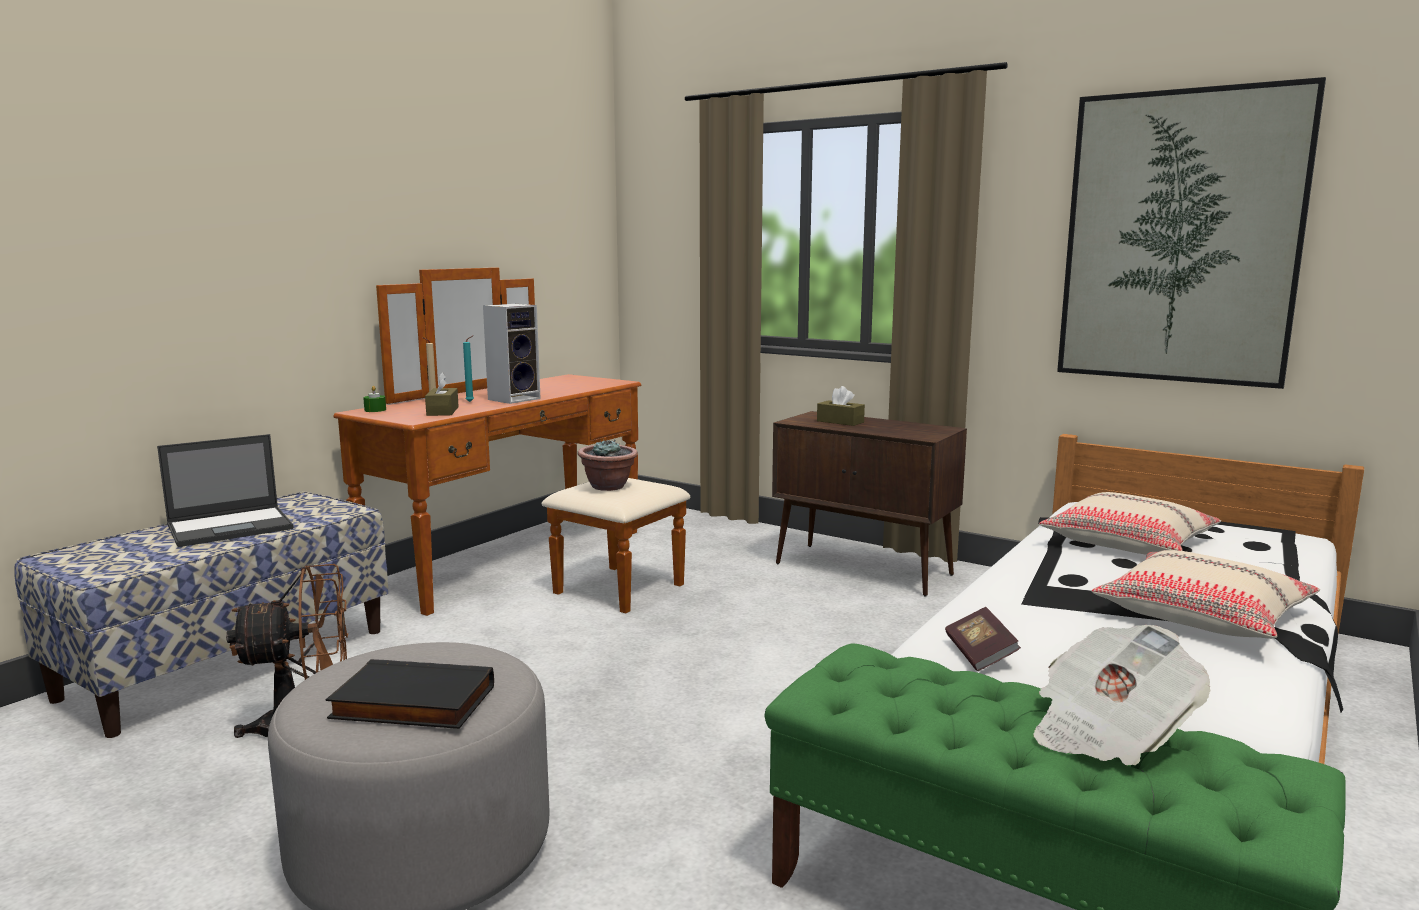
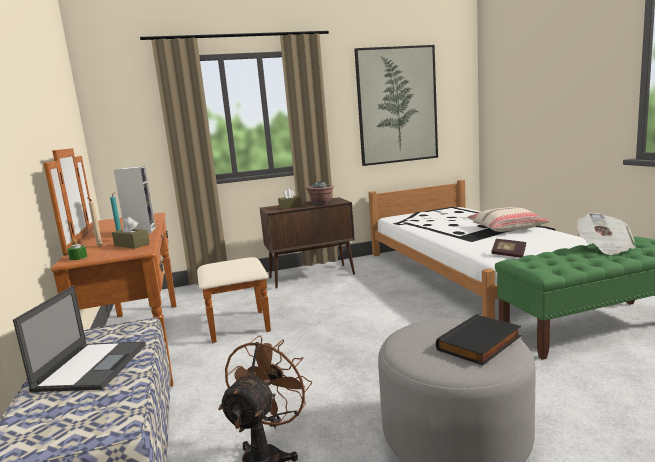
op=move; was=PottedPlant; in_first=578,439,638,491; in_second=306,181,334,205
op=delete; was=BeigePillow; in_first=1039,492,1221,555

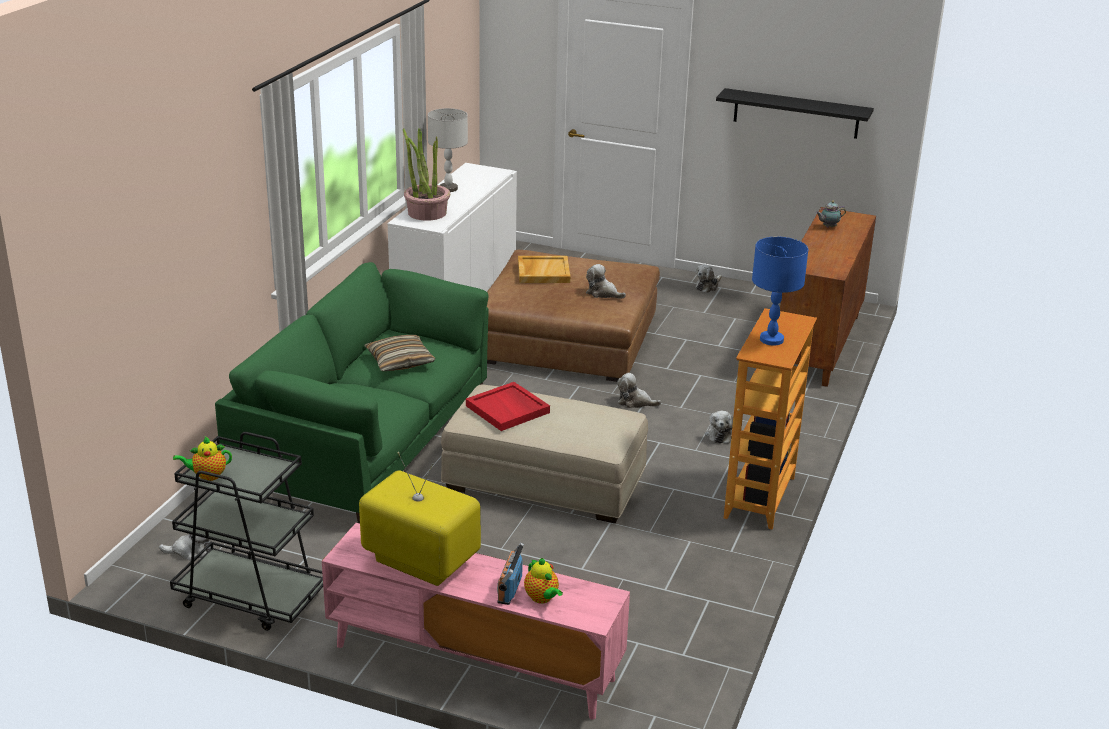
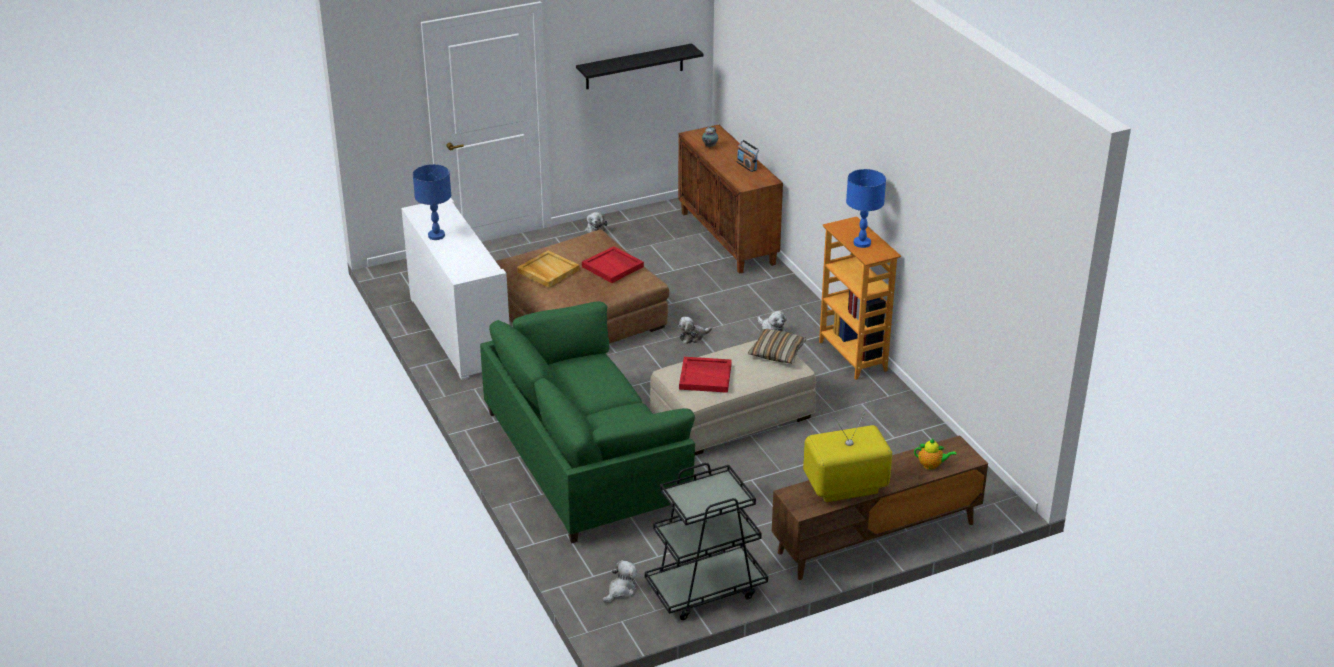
op=recolor; was=GreyTableLamp; now=BlueTableLamp; in_first=428,108,468,192; in_second=413,164,451,240
op=delete; was=PottedPlant; in_first=403,128,450,221
op=replace; was=PlushToy; now=RedTray; in_first=586,264,626,299; in_second=582,246,644,283
op=move; was=Pillow; in_first=364,335,436,371; in_second=748,329,806,364
op=delete; was=Teapot; in_first=173,437,232,481
op=recolor; was=PinkTvStand; now=BrownTvStand; in_first=322,523,630,720; in_second=772,435,988,580
op=move; was=Radio; in_first=497,543,524,605; in_second=737,139,759,172

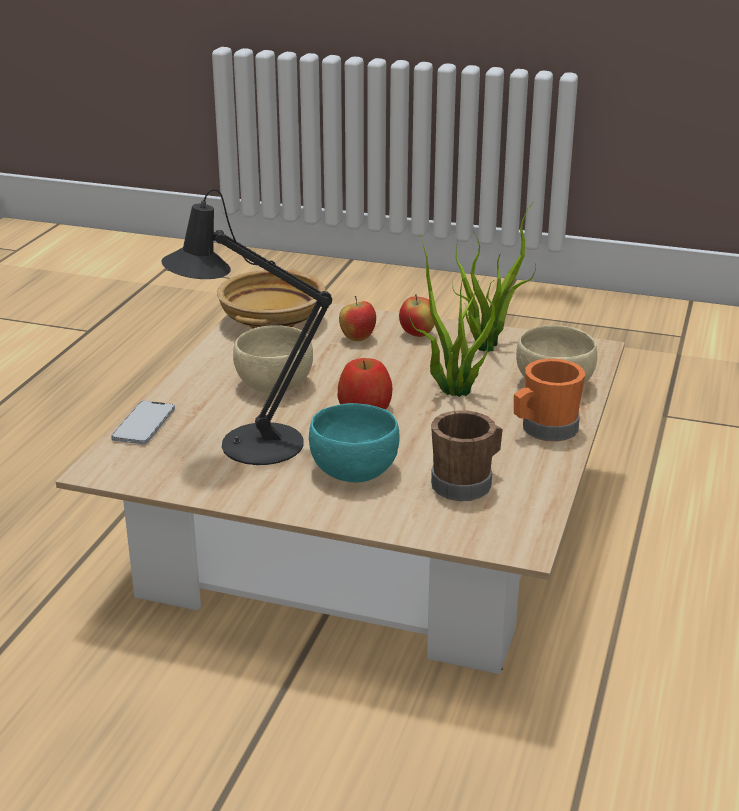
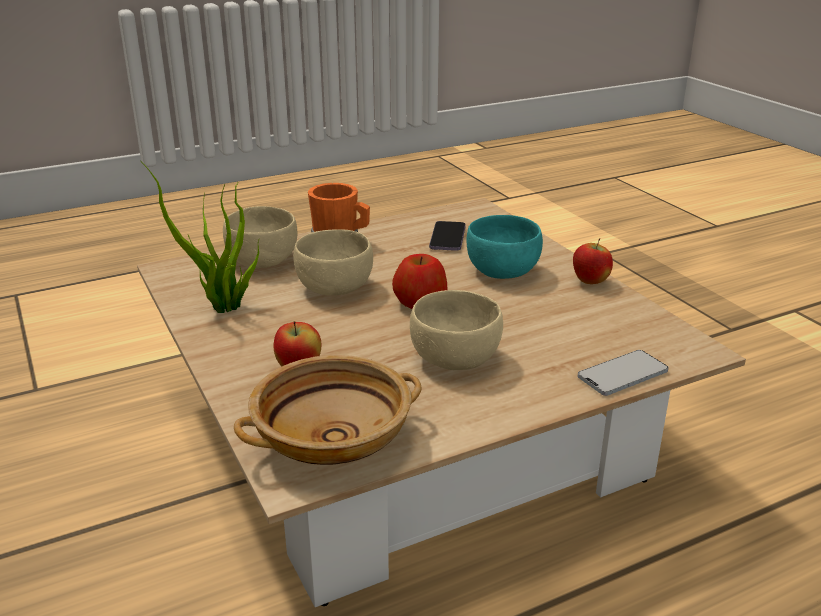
op=delete; was=BlackTableLamp; in_first=162,189,332,465
op=replace; was=PottedPlant; now=BeigeBowl; in_first=408,234,495,397; in_second=293,229,373,296
op=move; was=Apple; in_first=399,294,435,337; in_second=573,238,613,284
op=replace; was=BrownMug; now=Phone; in_first=431,410,503,501; in_second=429,221,466,251

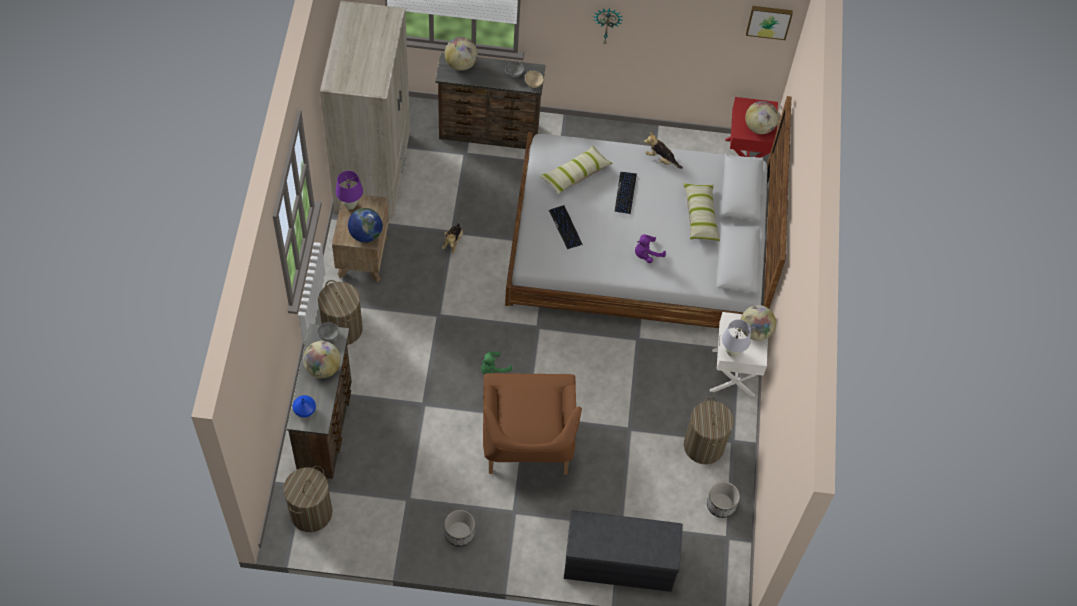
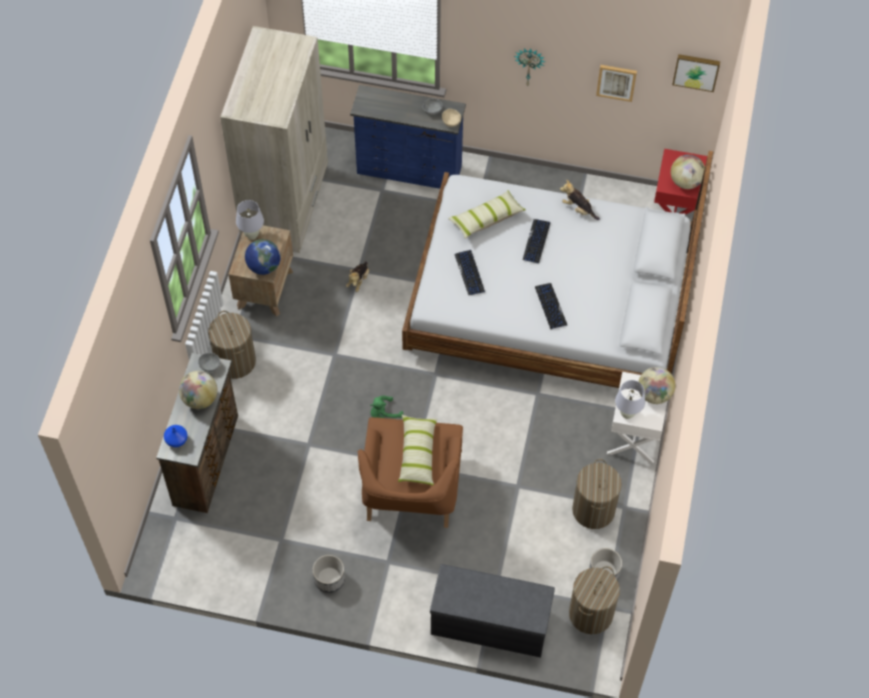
op=delete; was=Globe; in_first=445,37,478,71
op=recolor; was=BrownDresser; now=BlueDresser; in_first=435,53,546,149; in_second=350,85,466,189
op=recolor; was=PurpleTableLamp; now=WhiteTableLamp; in_first=335,171,363,209; in_second=236,200,264,240
op=move; was=Pillow; in_first=682,182,720,241; in_second=398,415,437,486
op=replace; was=PurplePlushToy; now=Keyboard; in_first=635,234,666,263; in_second=535,283,568,329
op=move; was=LaundryBasket; in_first=283,466,332,532; in_second=569,566,620,634
op=insert; now=Picture; in_second=596,65,637,102

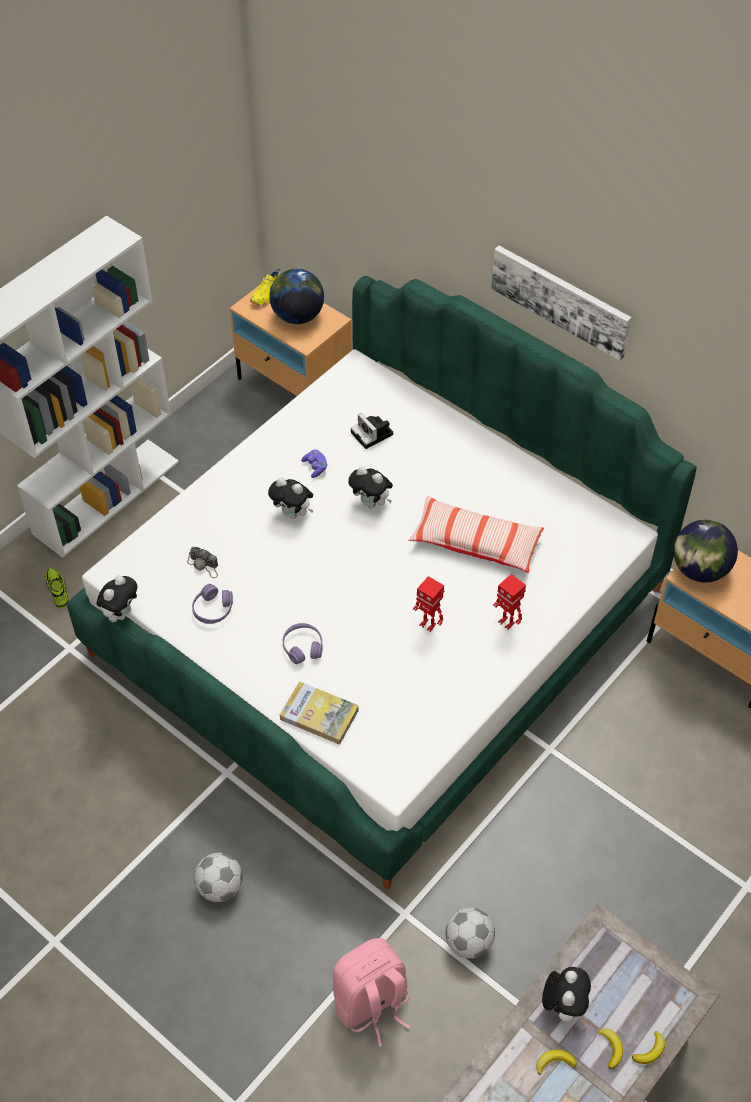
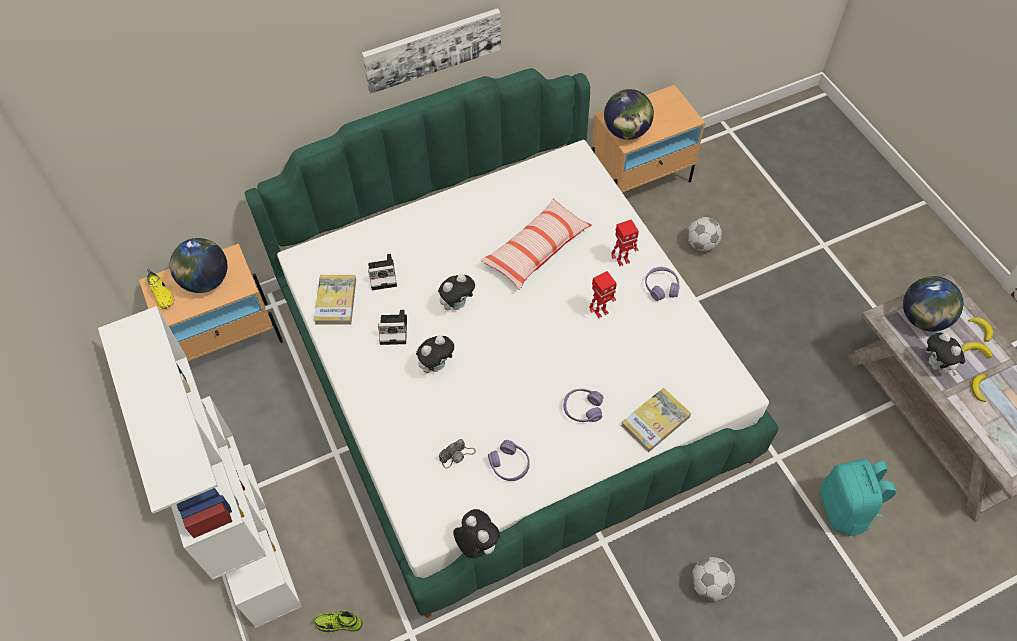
op=replace; was=PurpleGameController; now=PhotoCamera; in_first=301,449,328,478; in_second=378,310,407,345
op=move; was=Football; in_first=445,907,495,959; in_second=687,217,722,251
op=recolor; was=PinkBackpack; now=TurquoiseBackpack; in_first=333,938,410,1047; in_second=820,459,896,536
op=rotate; was=PlushToy; in_first=542,967,591,1023; in_second=926,333,965,376; clockwise=-150
op=insert; now=PurpleHeadphones; in_second=645,267,680,301
op=insert; now=Book; in_second=314,275,356,325
op=insert; now=Globe; in_second=903,276,963,331

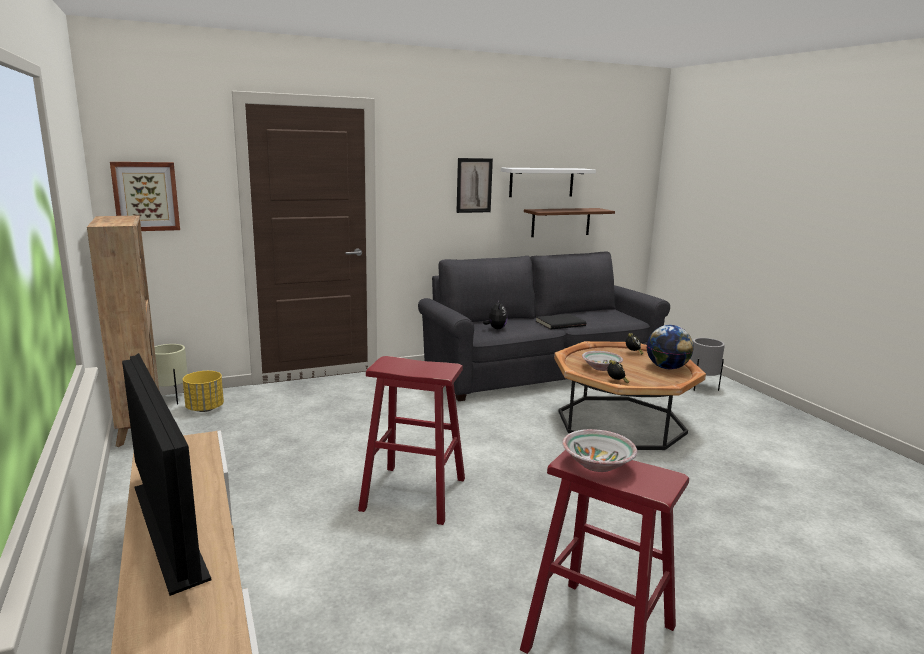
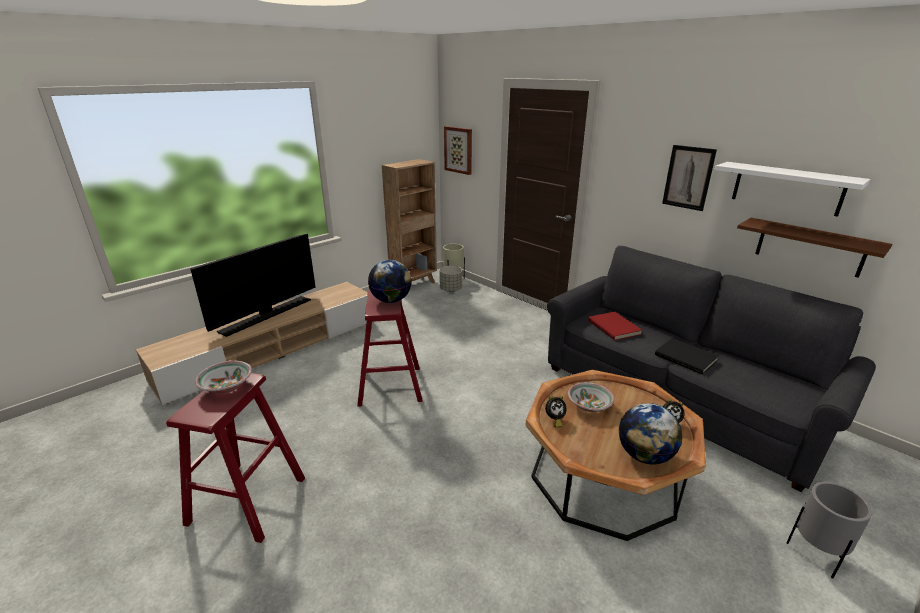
op=replace; was=PlushToy; now=RedBook; in_first=483,300,507,329; in_second=588,312,642,340
op=recolor; was=YellowPlanter; now=GreyPlanter; in_first=183,371,224,412; in_second=439,266,462,292
op=insert; now=Globe; in_second=368,260,412,303

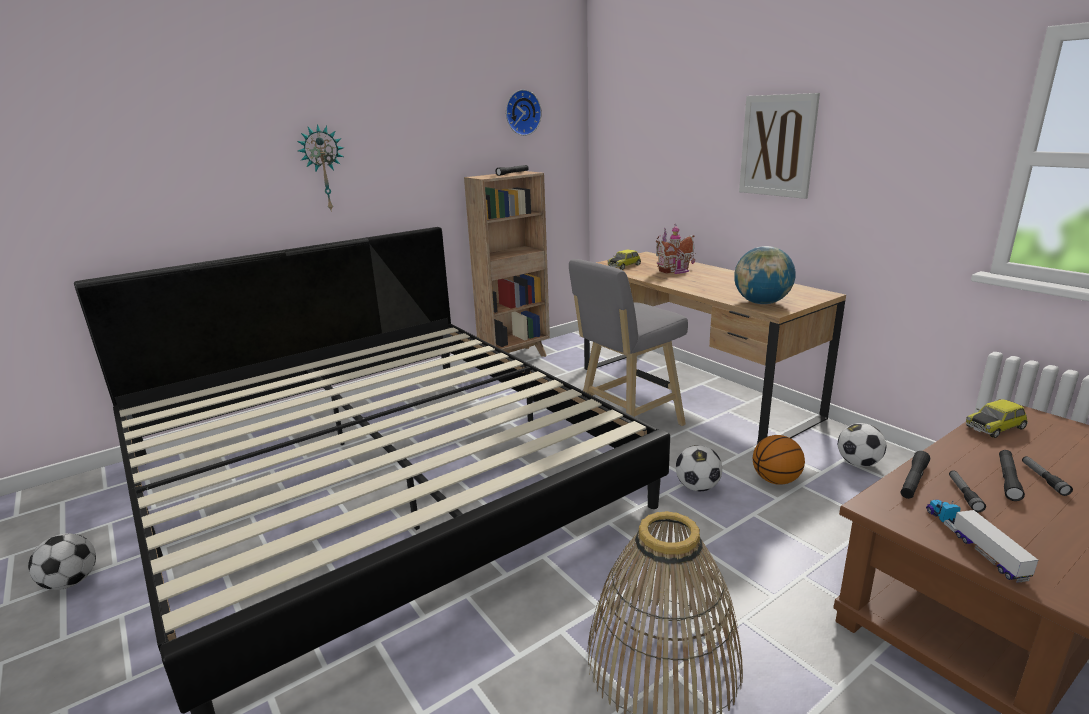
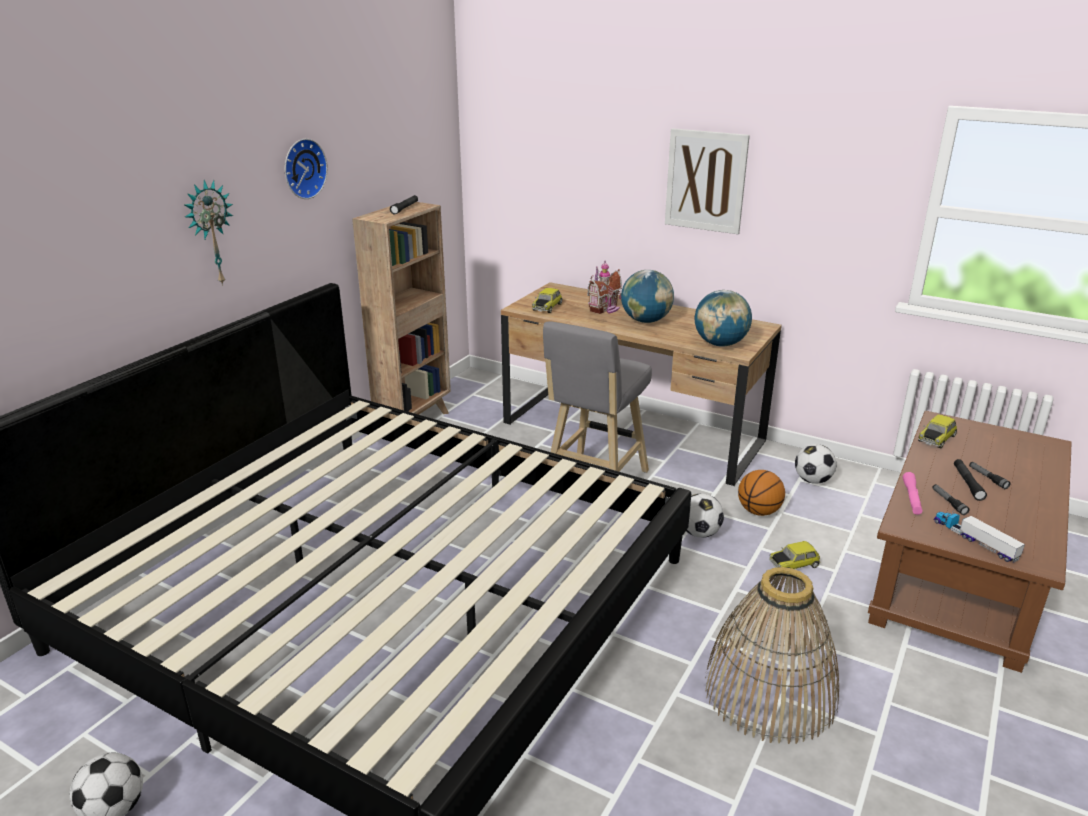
op=move; was=WallClock; in_first=506,89,542,136; in_second=285,138,328,199
op=recolor; was=BlackFlashlight; now=PinkFlashlight; in_first=901,451,930,499; in_second=903,472,923,515
op=insert; now=Globe; in_second=621,270,674,323
op=insert; now=ToyCar; in_second=769,541,821,569

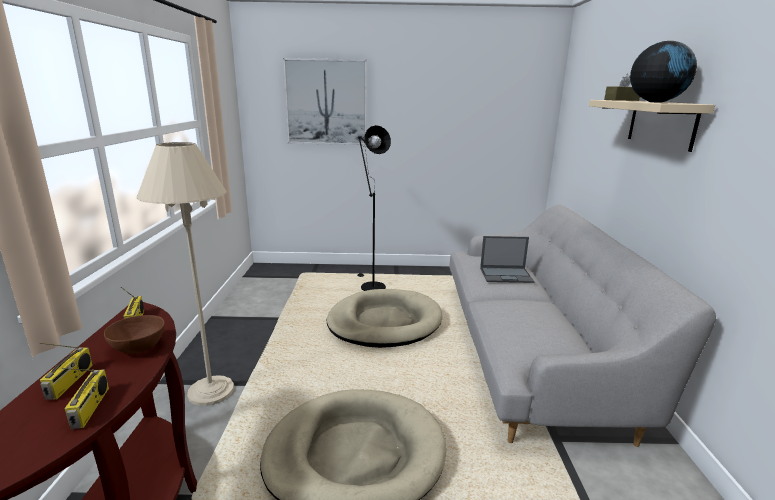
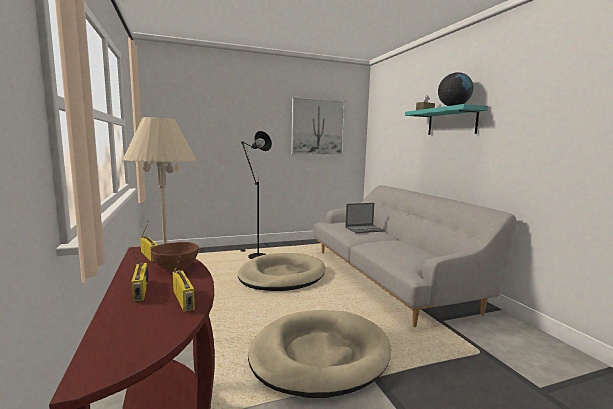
op=move; was=Picture; in_first=283,58,367,145; in_second=291,97,345,156
op=recolor; was=BeigeShelf; now=TurquoiseShelf; in_first=589,100,715,152; in_second=405,104,488,135

